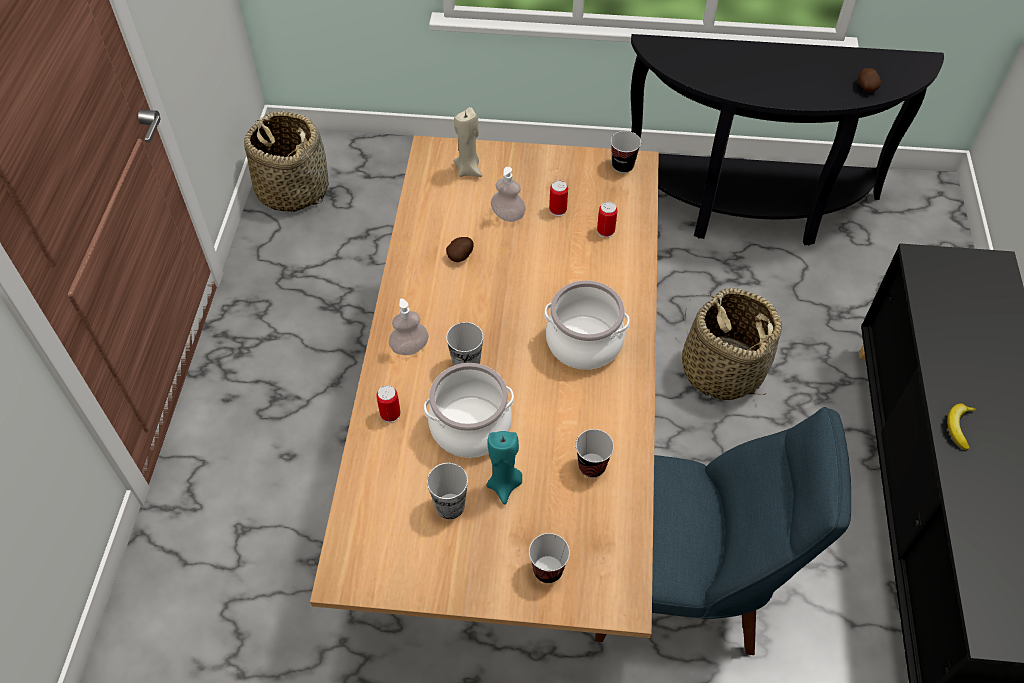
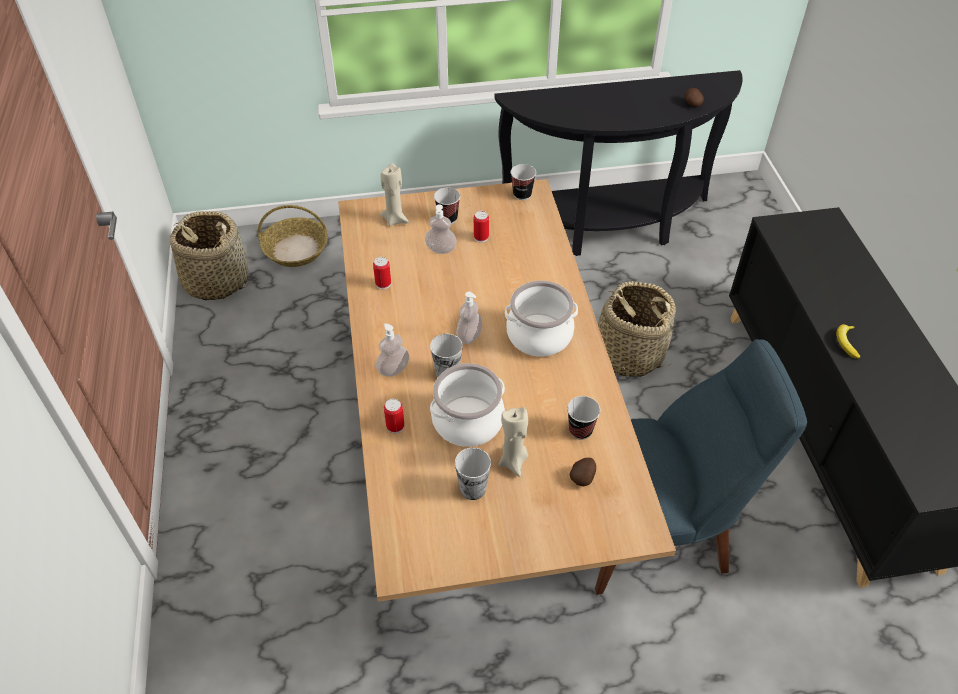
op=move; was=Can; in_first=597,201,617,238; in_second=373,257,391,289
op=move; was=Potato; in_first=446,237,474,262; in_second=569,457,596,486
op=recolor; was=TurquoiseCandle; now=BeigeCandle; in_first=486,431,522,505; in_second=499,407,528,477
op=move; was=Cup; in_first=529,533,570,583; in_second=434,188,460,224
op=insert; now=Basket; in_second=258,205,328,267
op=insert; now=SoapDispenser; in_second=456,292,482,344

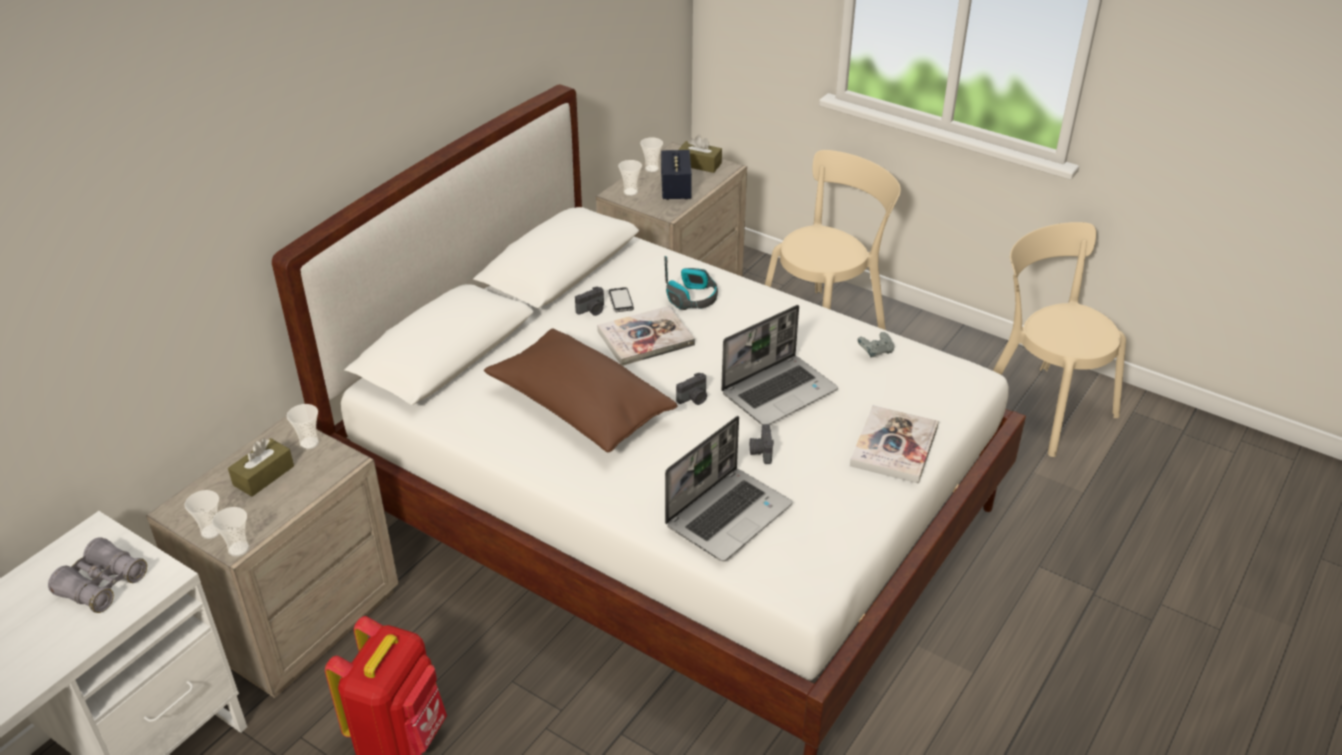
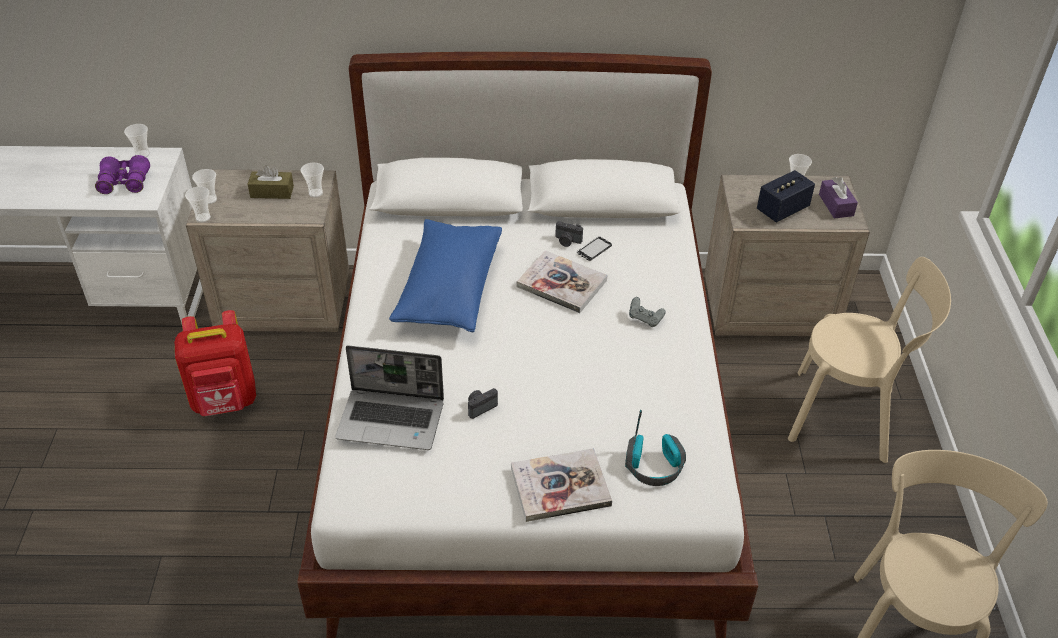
op=recolor; was=BrownTissueBox; now=PurpleTissueBox; in_first=678,135,722,173; in_second=819,177,858,219
op=move; was=Cup; in_first=618,160,642,196; in_second=124,124,150,157
op=move; was=Headphones; in_first=664,256,718,310; in_second=625,410,686,486
op=delete; was=Laptop; in_first=721,305,838,425
op=recolor; was=BrownPillow; now=BluePillow; in_first=484,328,678,452; in_second=389,219,502,332
op=move; was=GreyGameController; in_first=857,332,894,358; in_second=629,297,666,327
op=delete; was=PhotoCamera; in_first=676,373,707,405
op=recolor; was=GreyBinoculars; now=PurpleBinoculars; in_first=48,537,147,613; in_second=95,155,150,194

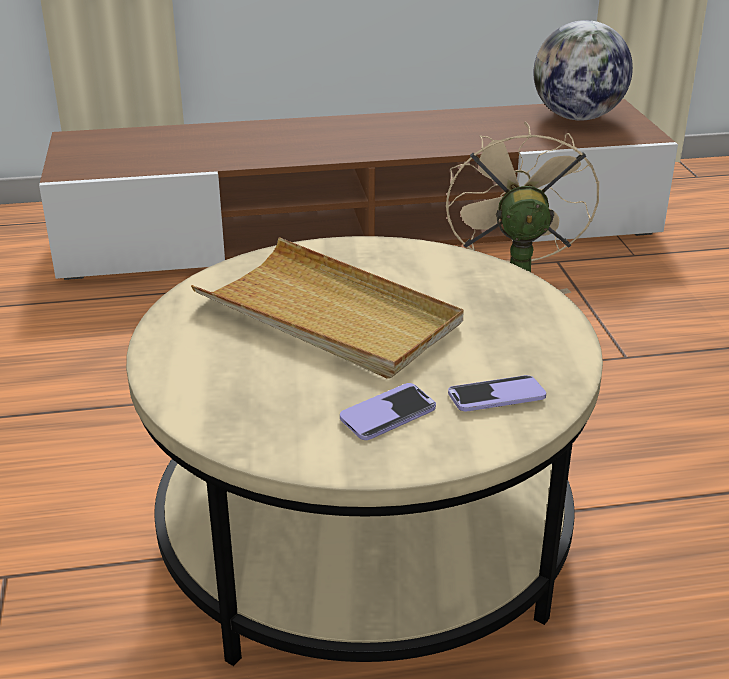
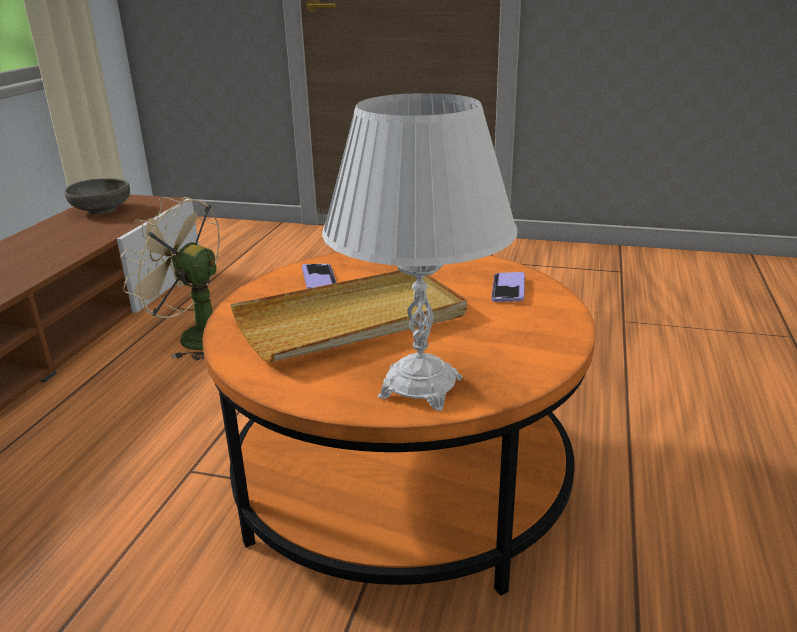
op=replace; was=Globe; now=GreyBowl; in_first=534,20,633,121; in_second=65,178,130,214
op=recolor; was=BeigeCoffeeTable; now=OrangeCoffeeTable; in_first=126,236,603,666; in_second=202,252,595,595
op=move; was=Phone; in_first=340,383,436,440; in_second=302,264,337,289
op=insert; now=WhiteTableLamp; in_second=322,93,518,411

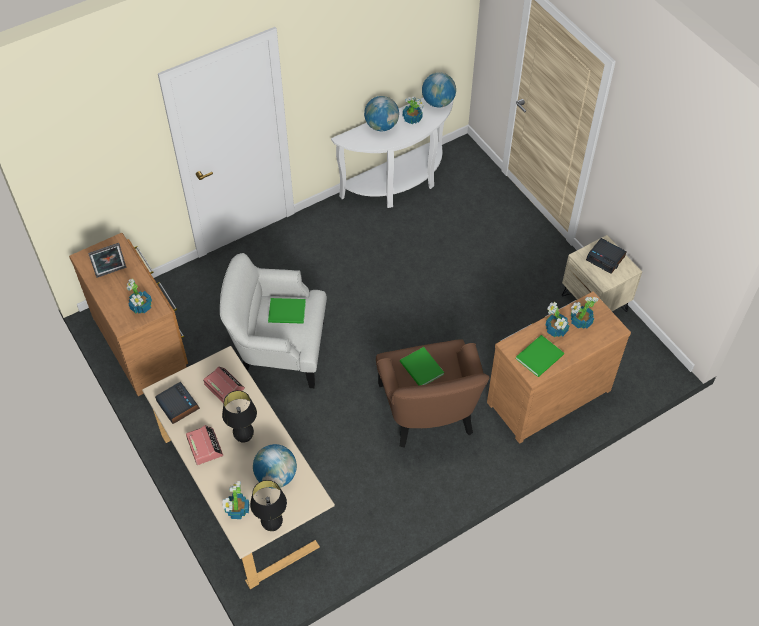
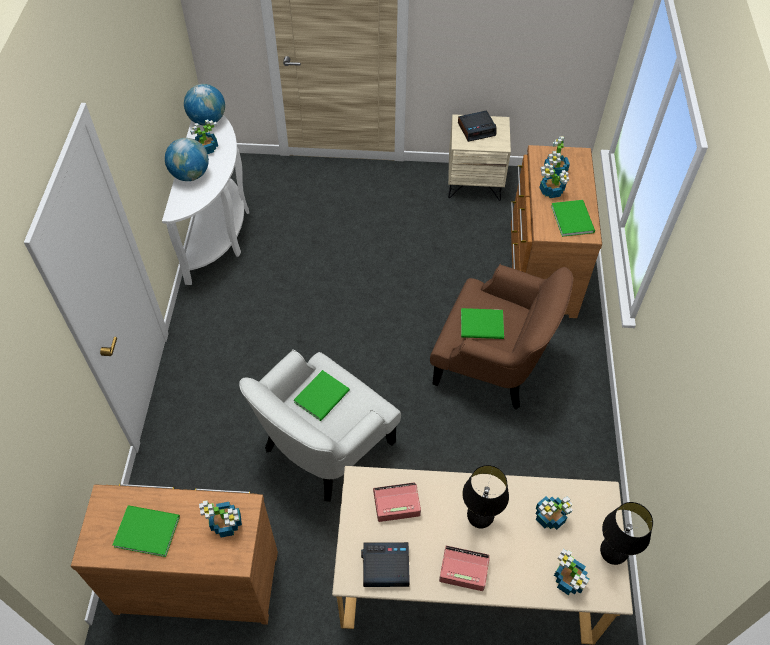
op=replace; was=PictureFrame; now=GreenBook; in_first=88,243,126,278; in_second=113,505,180,557
op=replace; was=Globe; now=PottedPlant; in_first=253,444,297,488; in_second=536,496,573,530

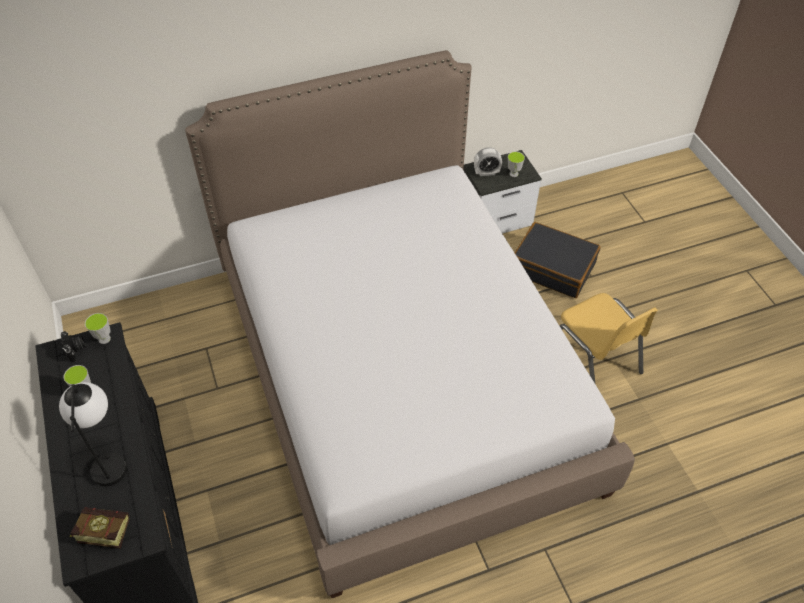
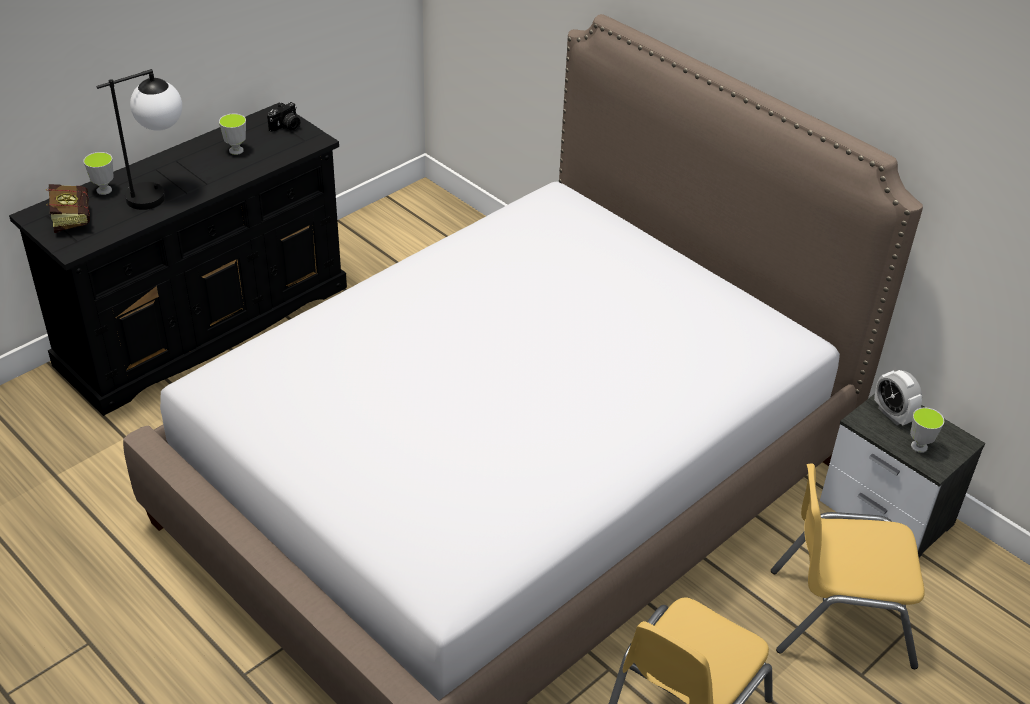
op=replace; was=BlackSuitcase; now=YellowChair; in_first=515,222,601,298; in_second=771,463,925,669
op=move; was=Cup; in_first=85,313,111,344; in_second=83,152,114,195

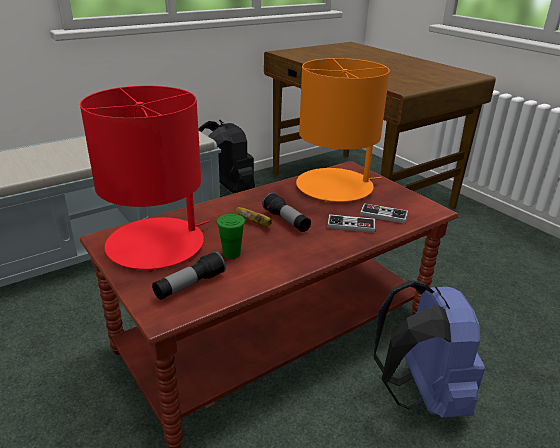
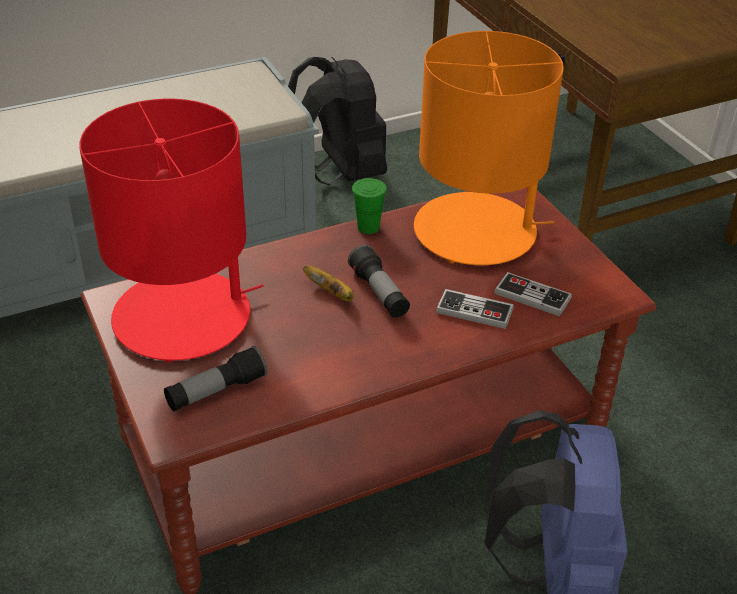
op=move; was=GreenCup; in_first=217,214,245,259; in_second=352,178,387,234

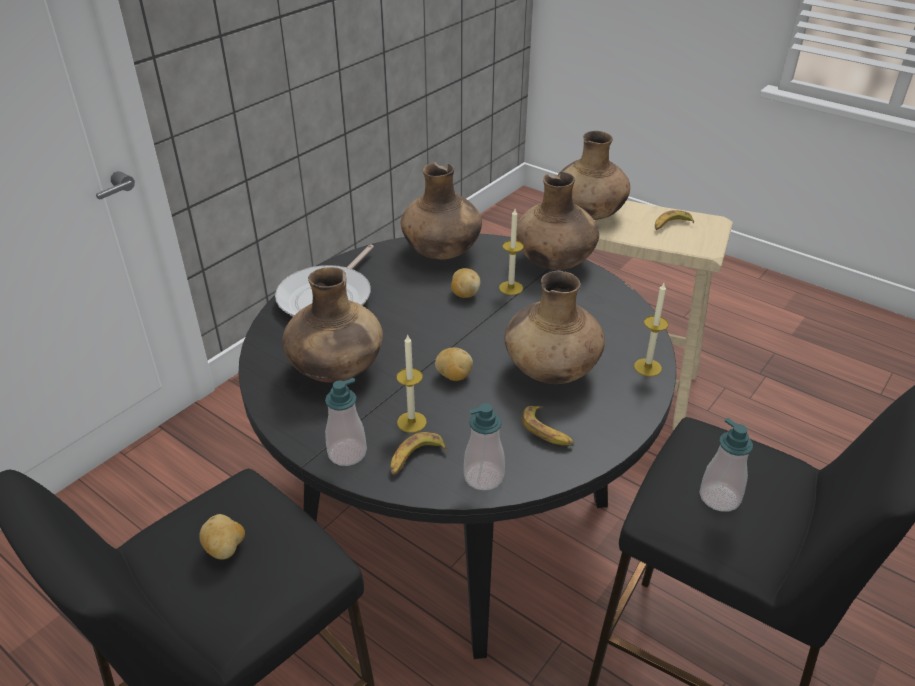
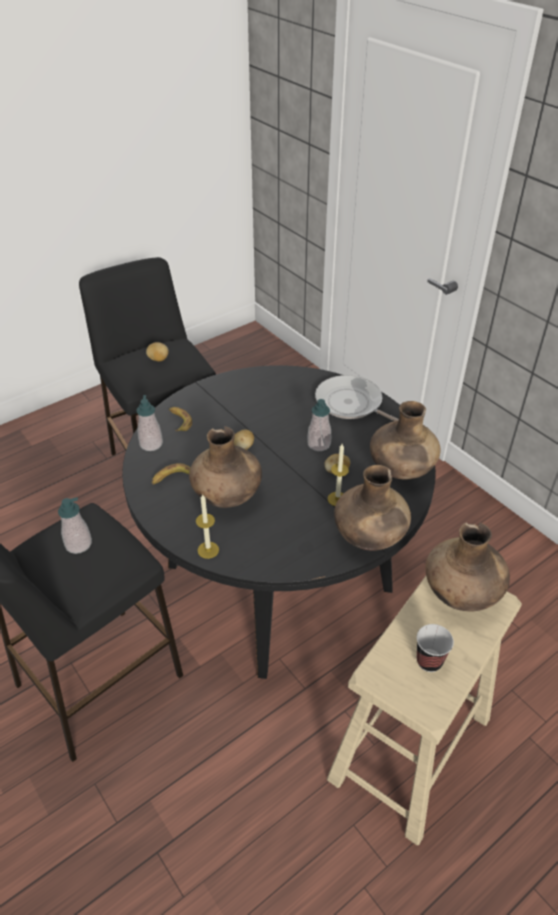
op=replace; was=Banana; now=Cup; in_first=655,210,694,230; in_second=417,624,454,672
op=delete; was=BrownVase; in_first=282,267,383,382
op=delete; was=Candle; in_first=397,334,427,433
op=move; was=SoapDispenser; in_first=325,378,367,466; in_second=307,399,331,451

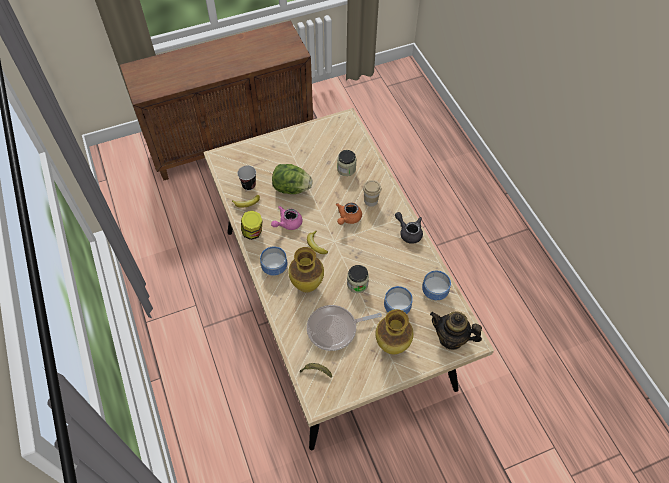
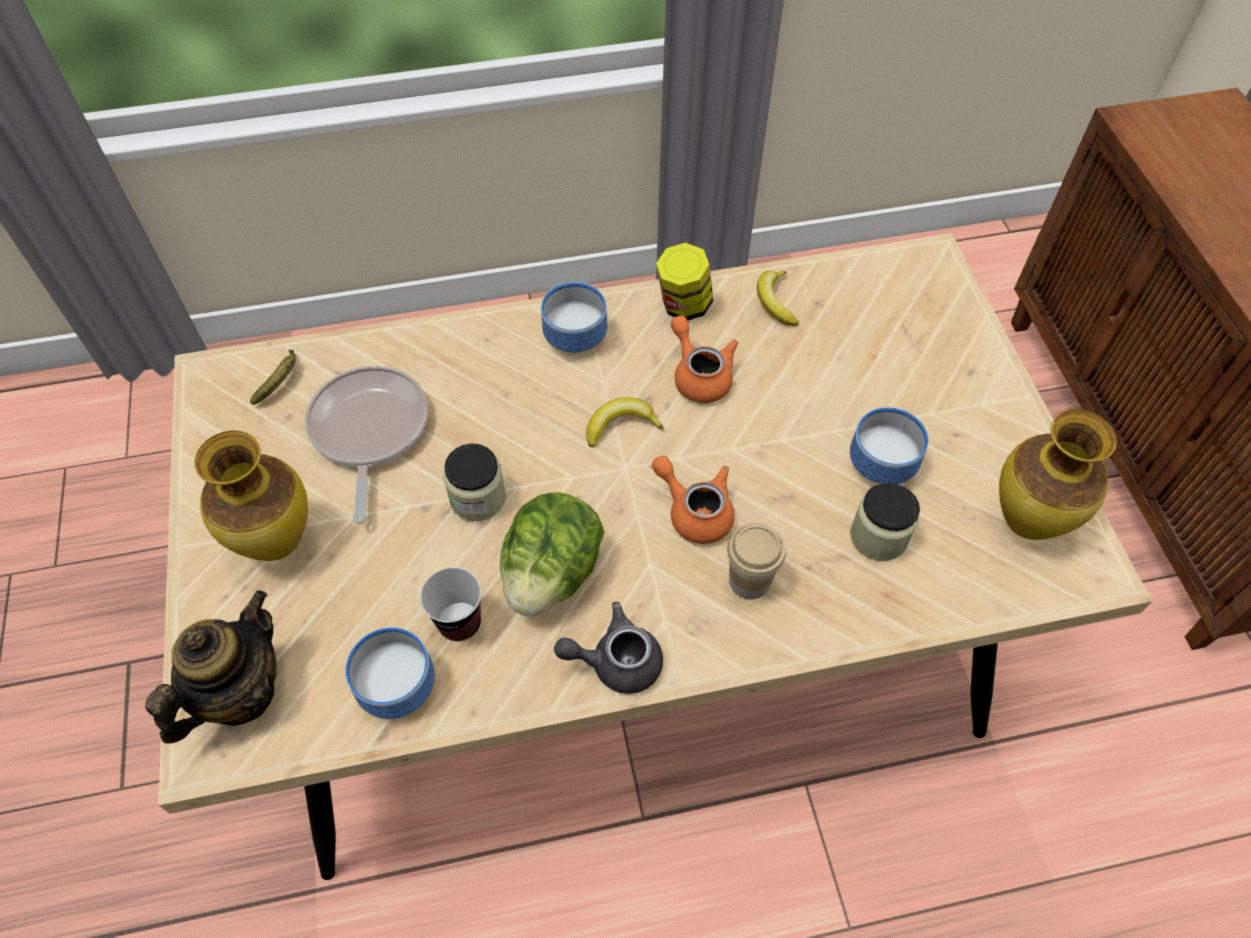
op=move; was=Lettuce; in_first=272,164,313,194; in_second=500,492,605,617
op=move; was=Cup; in_first=237,165,256,191; in_second=420,567,481,641
op=recolor; was=PinkTeapot; now=OrangeTeapot; in_first=271,206,302,230; in_second=671,316,738,403
op=rotate; was=GreyTeapot; in_first=395,212,423,244; in_second=554,602,663,694; clockwise=-150
op=move; was=Vase; in_first=288,247,324,292; in_second=999,409,1117,540
op=move; was=Bowl; in_first=384,286,413,314; in_second=850,407,928,484

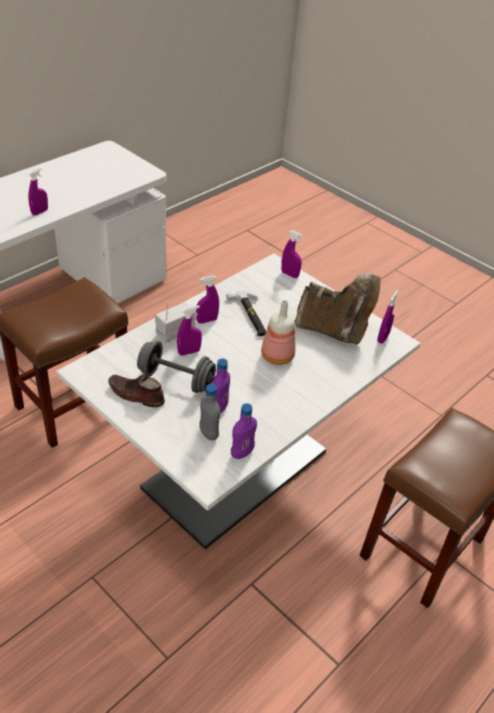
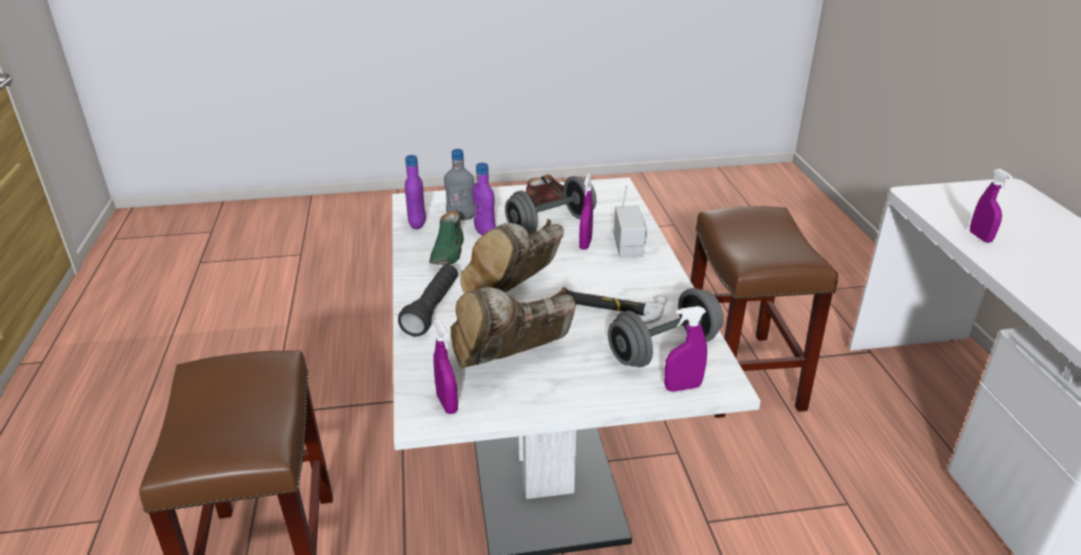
op=delete; was=PurpleSprayBottle; in_first=196,275,219,324
op=replace; was=Bottle; now=BrownBoot; in_first=261,300,295,365; in_second=460,219,564,293
op=insert; now=GreenShoe; in_second=429,211,464,265
op=insert; now=BlackFlashlight; in_second=398,264,458,336
op=insert; now=GreyDumbbell; in_second=608,288,724,368

